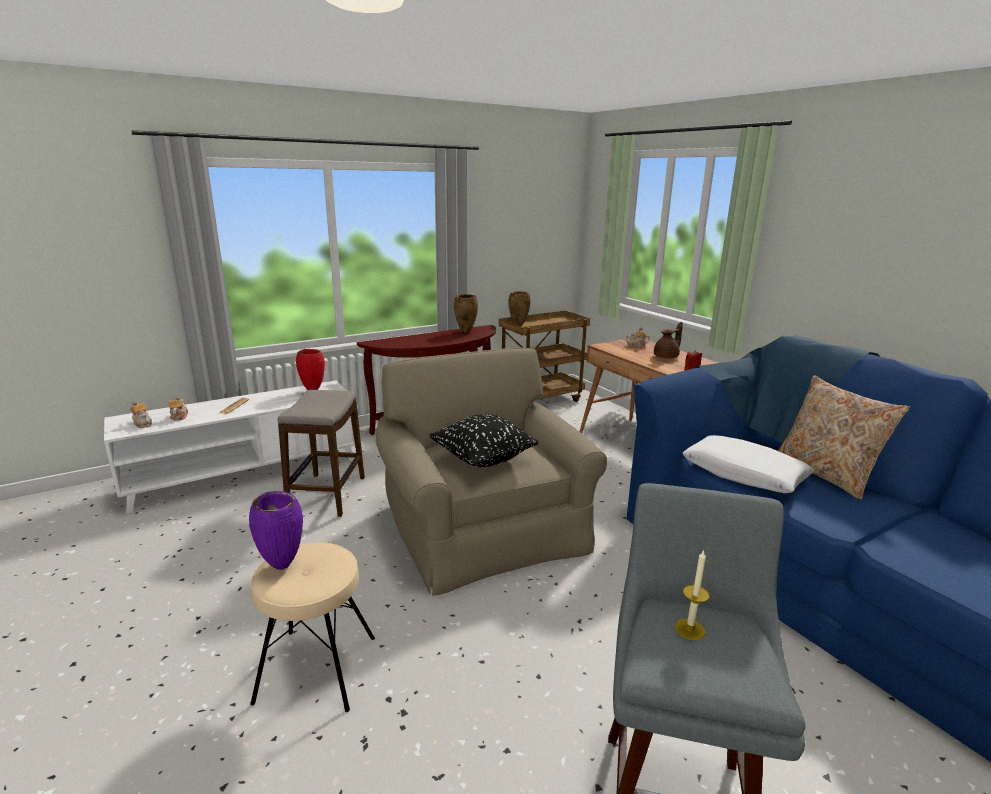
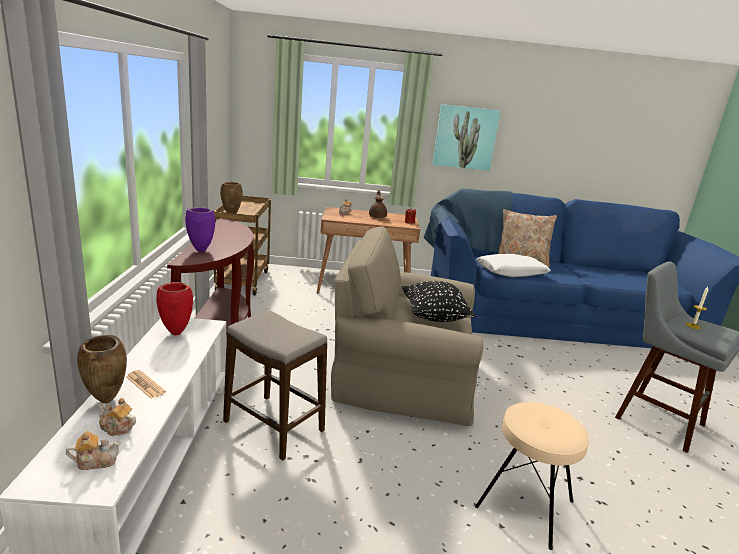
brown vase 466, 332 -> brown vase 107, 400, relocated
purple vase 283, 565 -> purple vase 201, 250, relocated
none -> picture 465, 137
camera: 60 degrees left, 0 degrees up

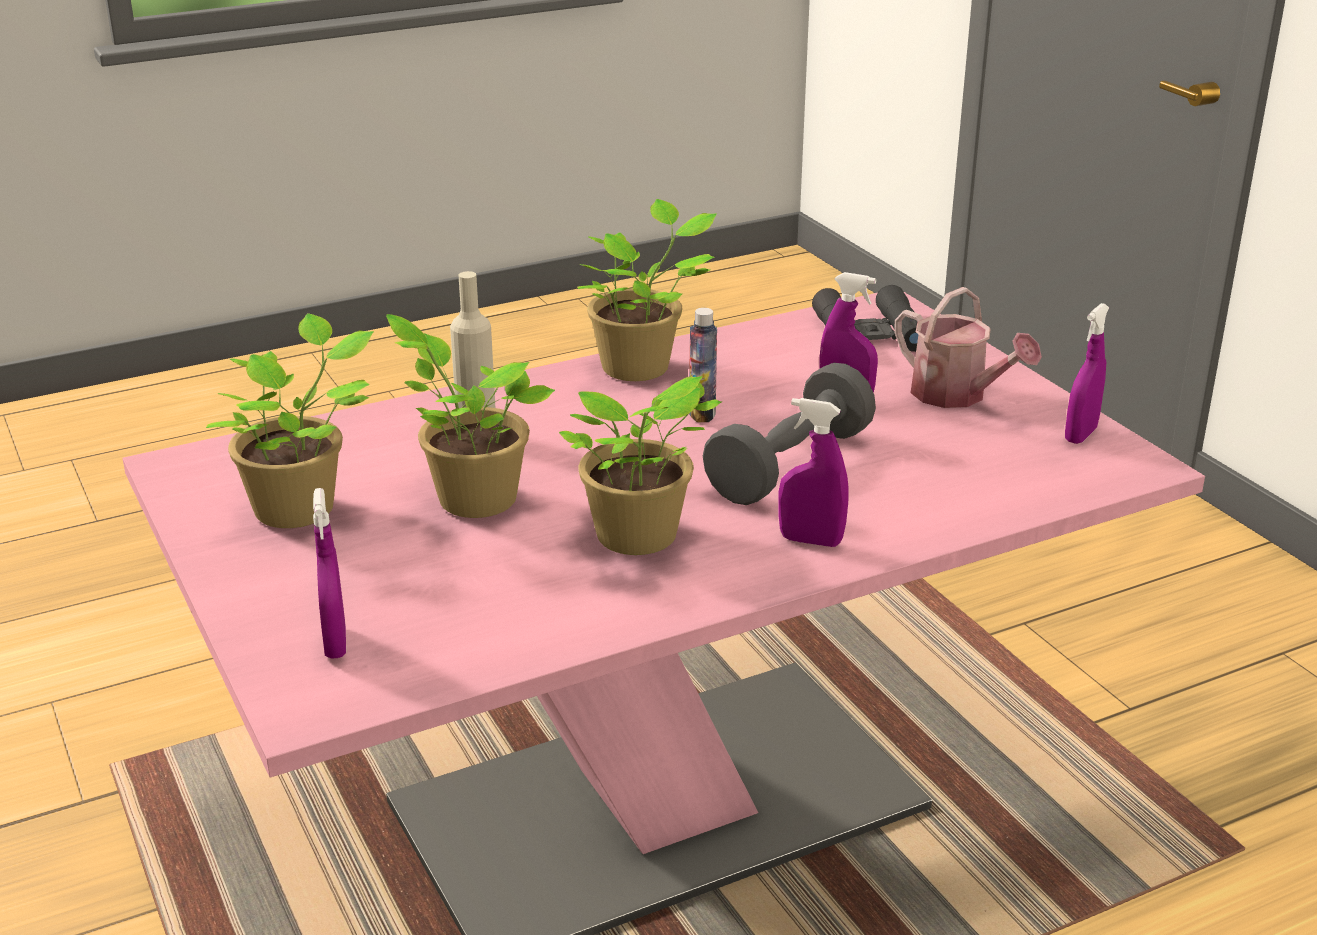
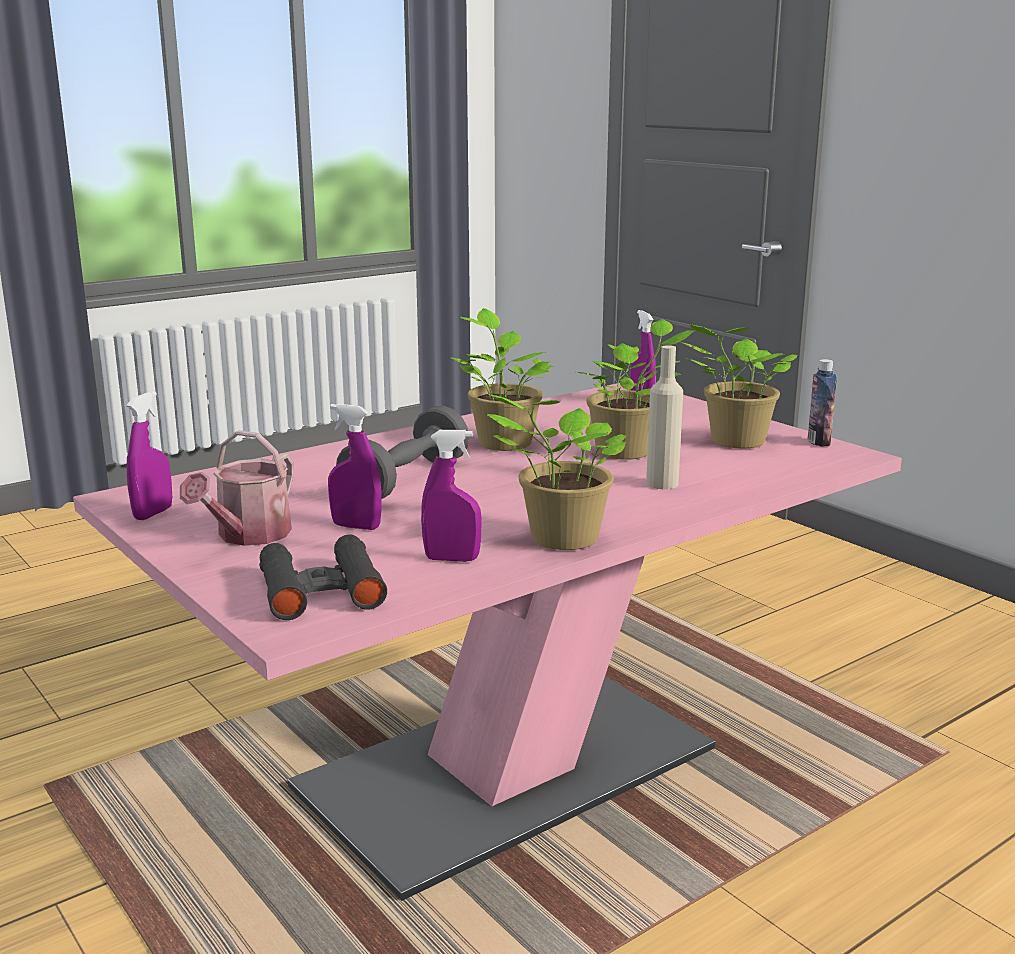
watering can 957, 395 -> watering can 248, 536, 105 degrees counterclockwise
bottle 702, 413 -> bottle 818, 442, relocated
purple spray bottle 810, 541 -> purple spray bottle 452, 559, relocated
camera: 170 degrees right, 10 degrees down

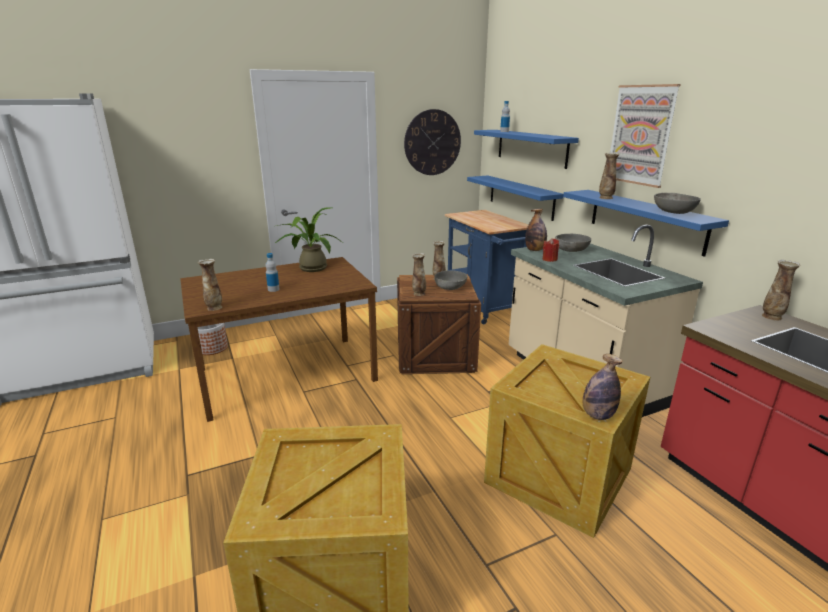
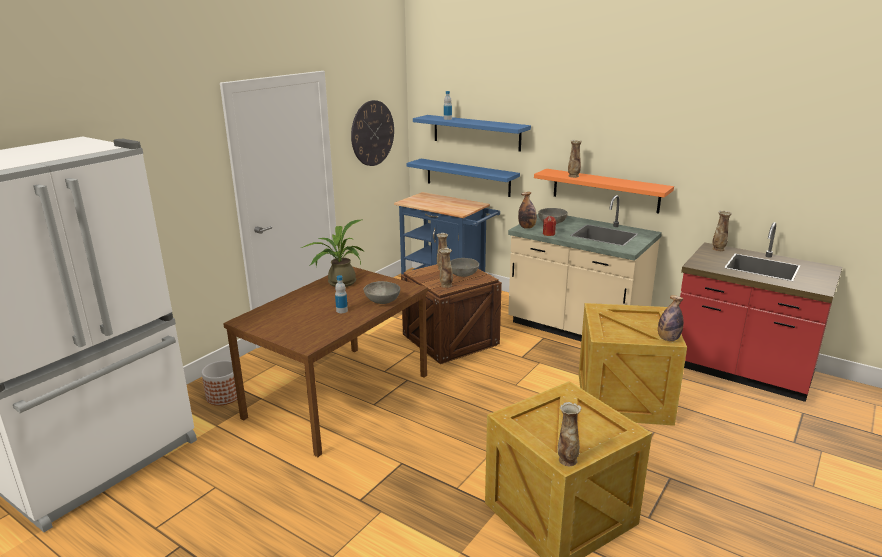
picture 640, 135 -> none
blue shelf 645, 220 -> orange shelf 605, 190
grey bowl 673, 212 -> grey bowl 382, 301, relocated
vase 214, 307 -> vase 567, 460, relocated
camera: 30 degrees left, 0 degrees up

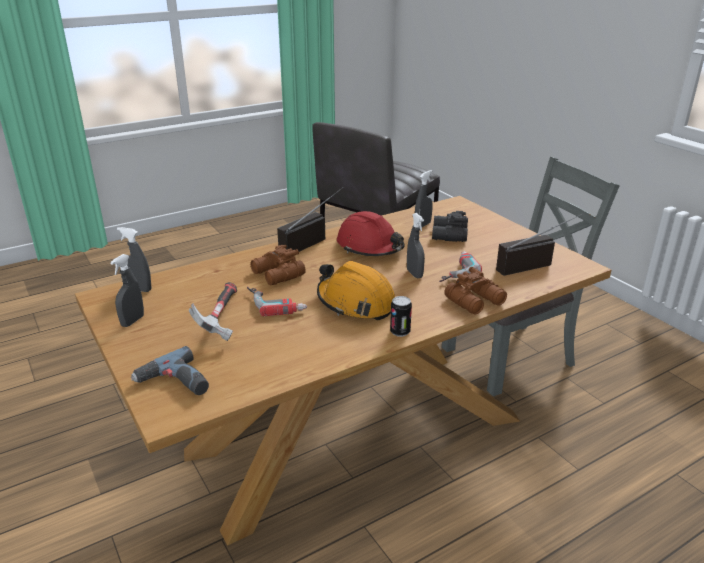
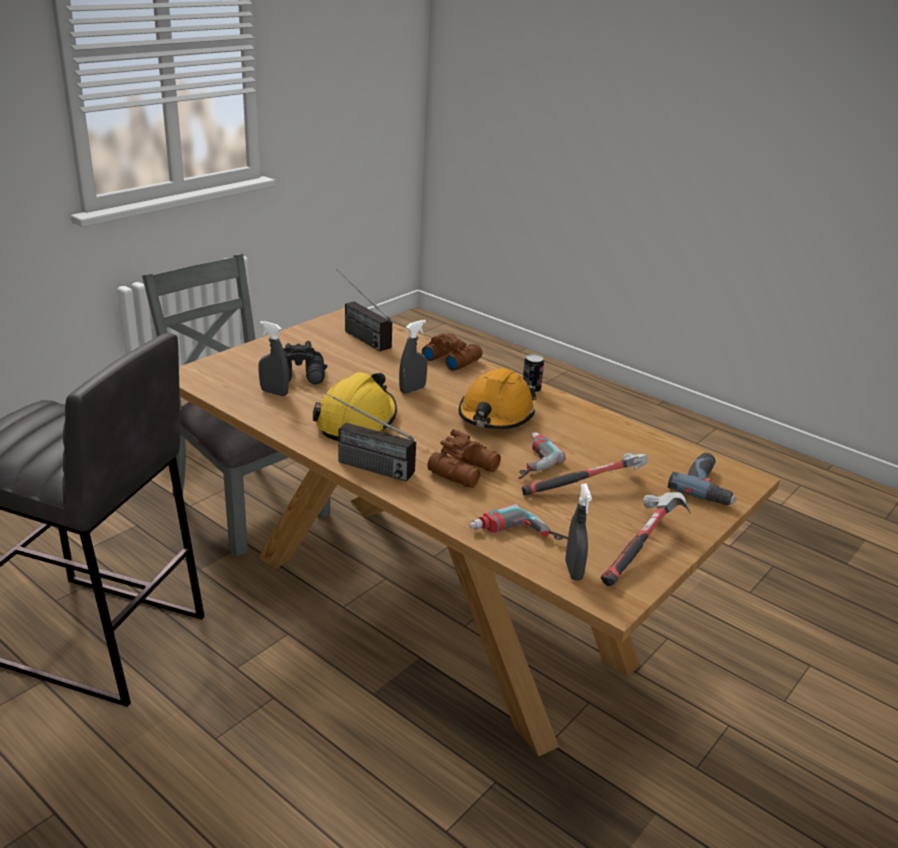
red hard hat 370, 247 -> yellow hard hat 356, 420
power drill 453, 270 -> power drill 517, 538, relocated
grey spray bottle 132, 321 -> hammer 641, 548
camera: 110 degrees left, 0 degrees up

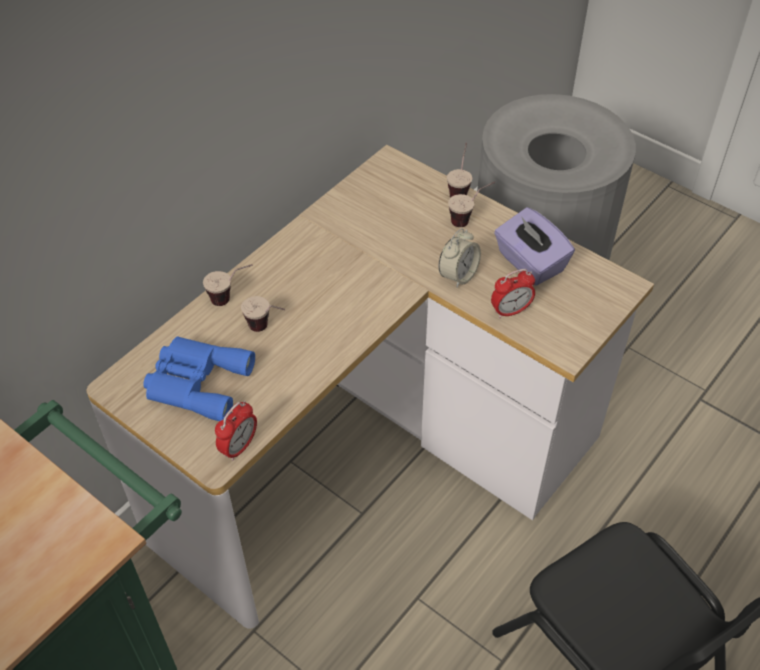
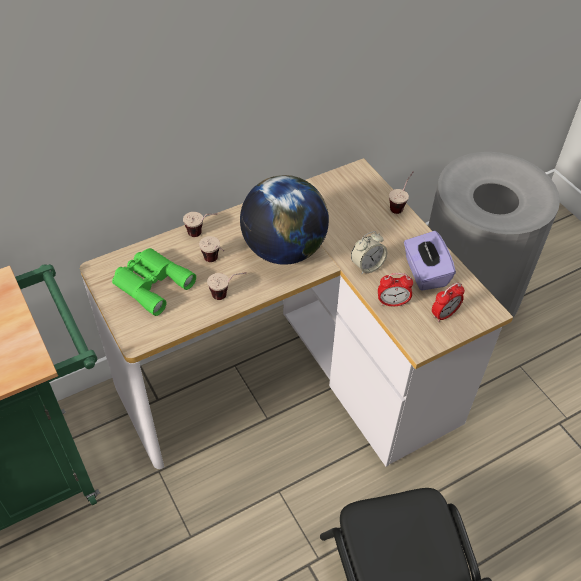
cup 469, 219 -> cup 228, 295, relocated
blue binoculars 196, 382 -> green binoculars 151, 283
alarm clock 239, 447 -> alarm clock 444, 314, relocated
none -> globe 284, 250
camera: 20 degrees right, 0 degrees up

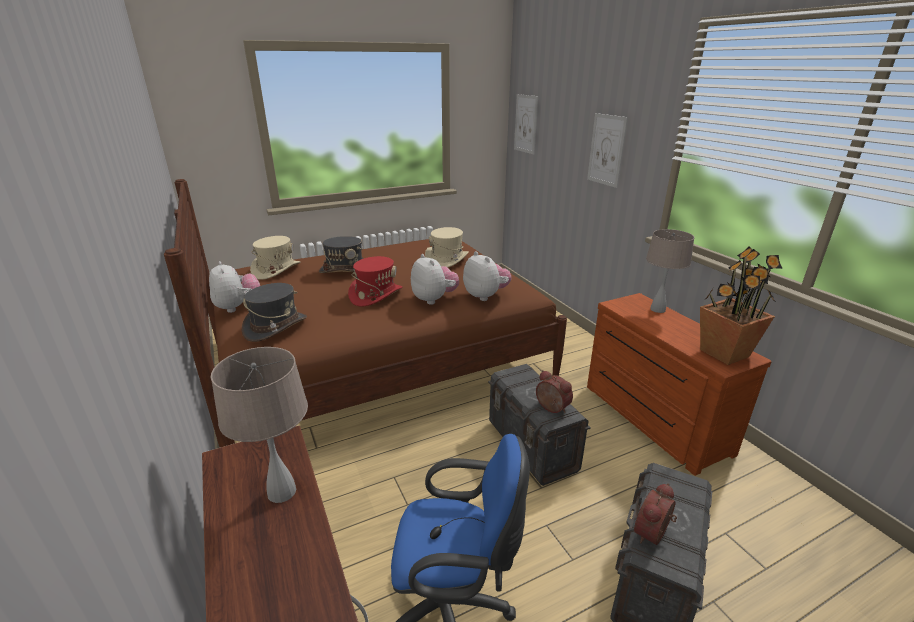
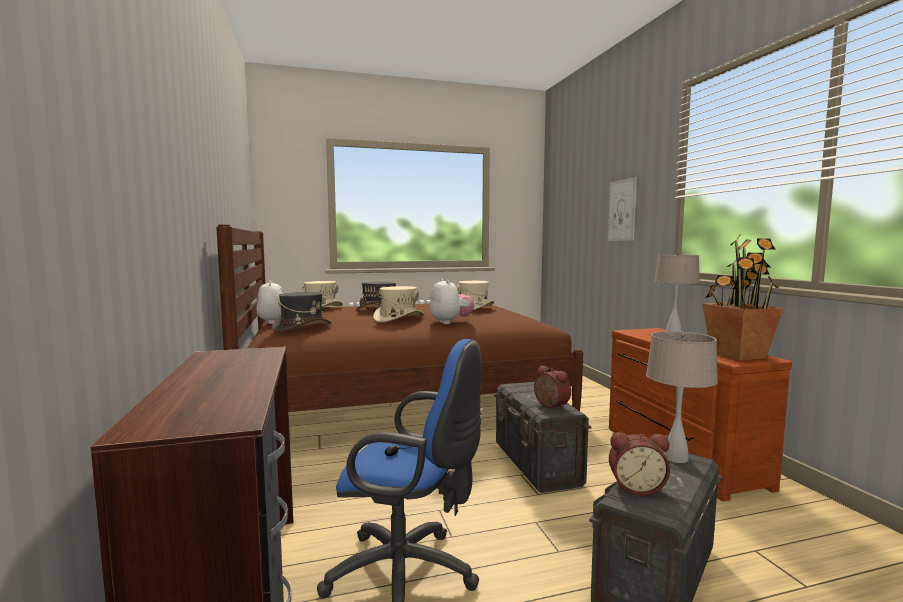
picture 526, 124 -> none
plush toy 486, 296 -> none
red hat 376, 295 -> beige hat 398, 318
beige table lamp 282, 491 -> beige table lamp 675, 457, relocated
alarm clock 653, 534 -> alarm clock 636, 487, 135 degrees counterclockwise
camera: 10 degrees right, 20 degrees down

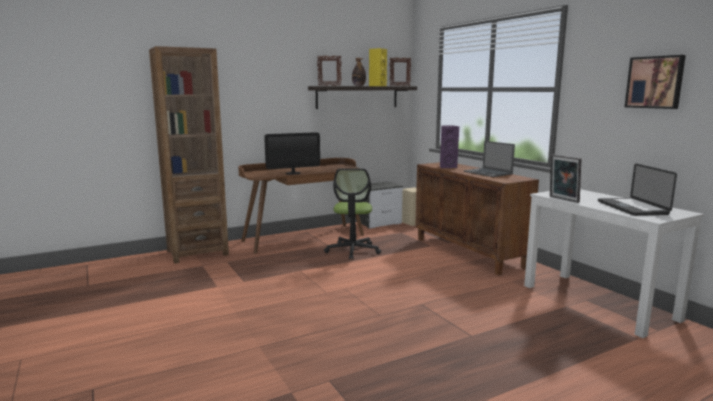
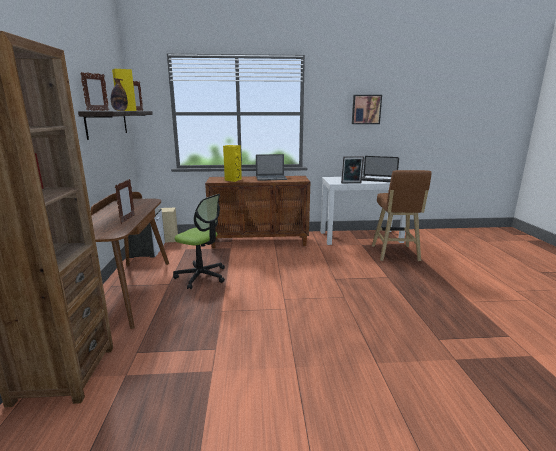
purple speaker 447, 167 -> yellow speaker 232, 180
monitor 293, 173 -> picture frame 127, 219
none -> brown stool 395, 254
camera: 65 degrees left, 5 degrees up

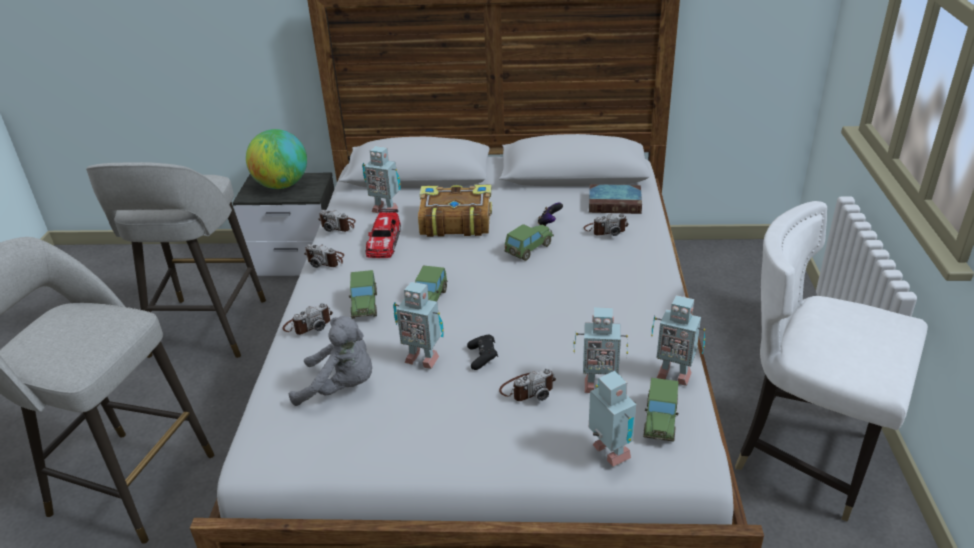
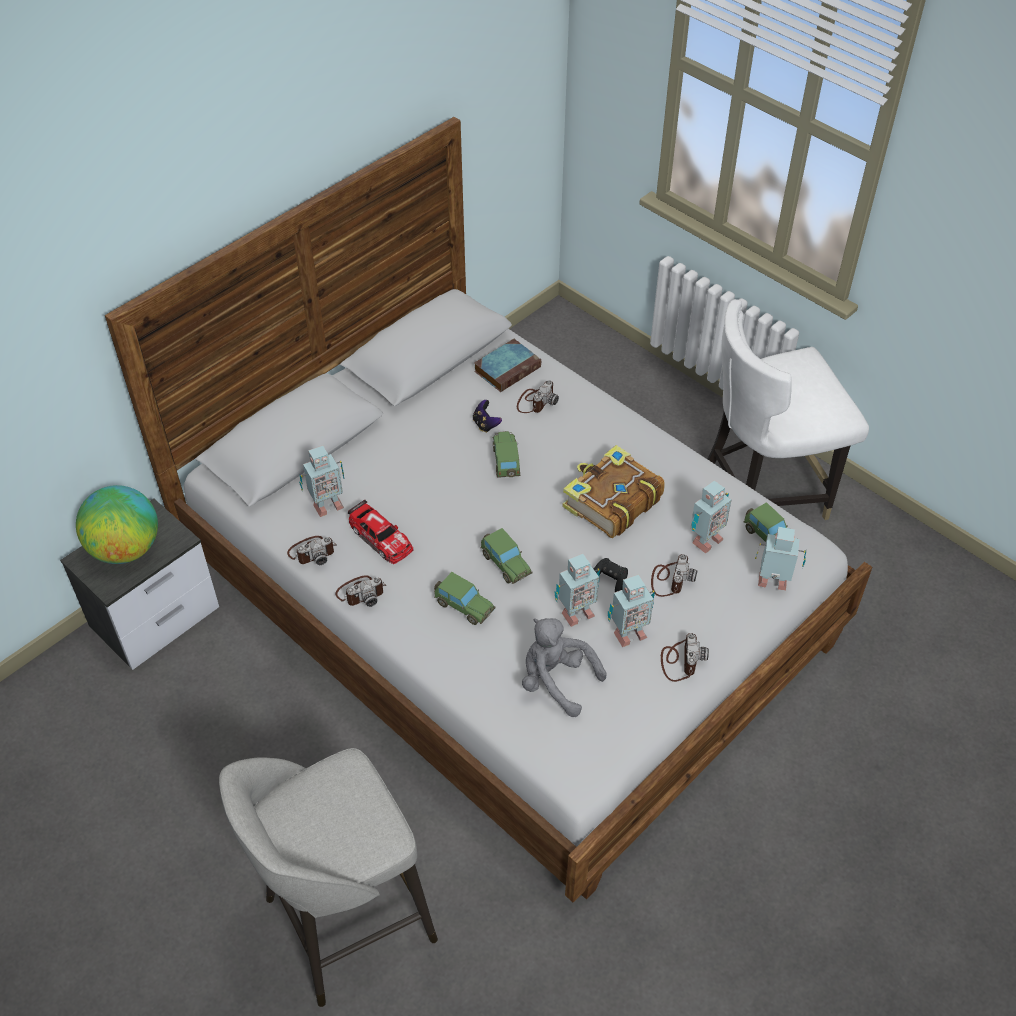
grey stool 207, 330 -> none
book 455, 221 -> book 611, 502, relocated
toy robot 673, 373 -> toy robot 628, 634, relocated
photo camera 308, 324 -> photo camera 680, 661, relocated
grey plush toy 341, 387 -> grey plush toy 556, 681, 105 degrees counterclockwise
camera: 50 degrees left, 15 degrees up

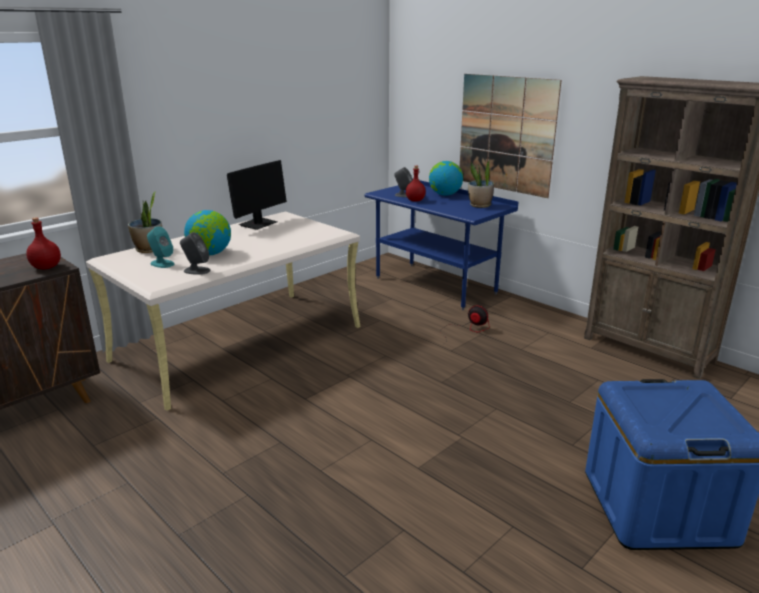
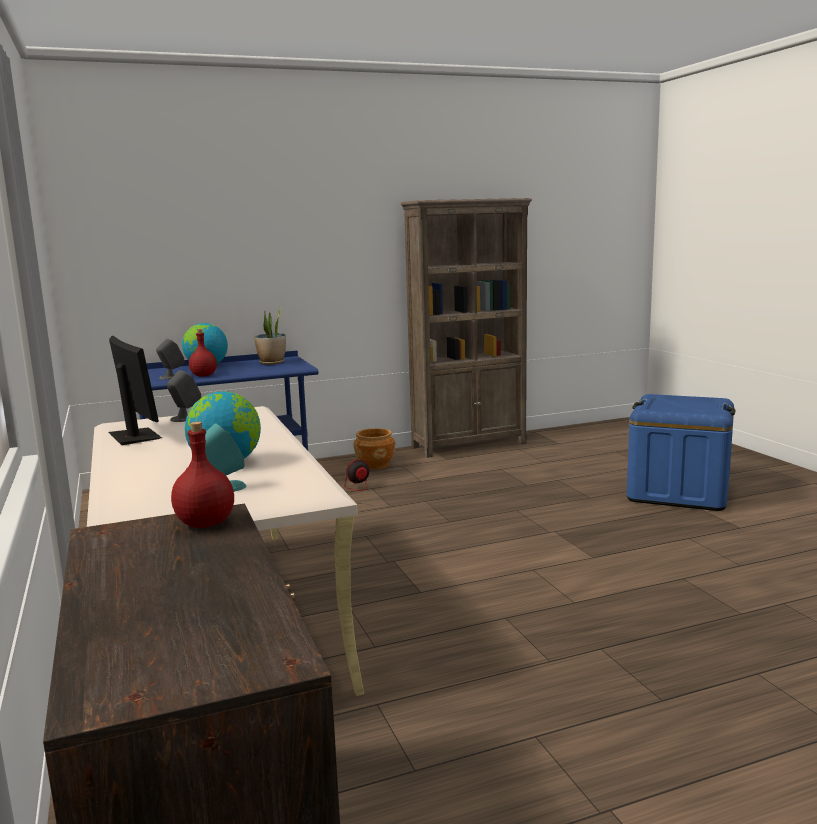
picture 506, 134 -> none
potted plant 149, 249 -> none
grey speaker 196, 270 -> grey speaker 186, 418, relocated
none -> brown planter 375, 465
camera: 65 degrees left, 10 degrees down

